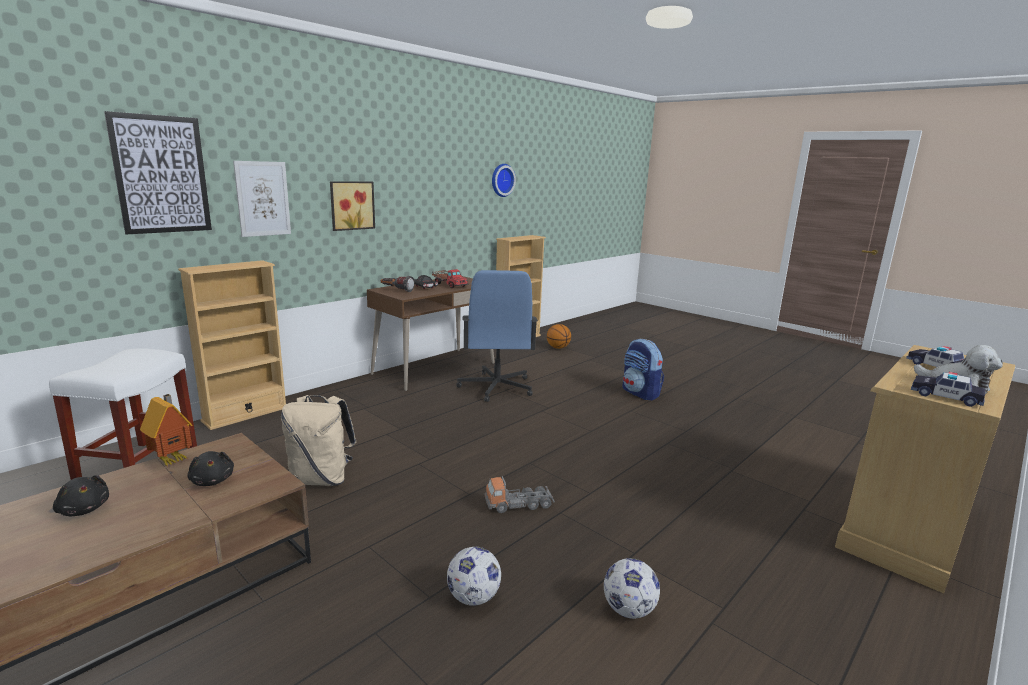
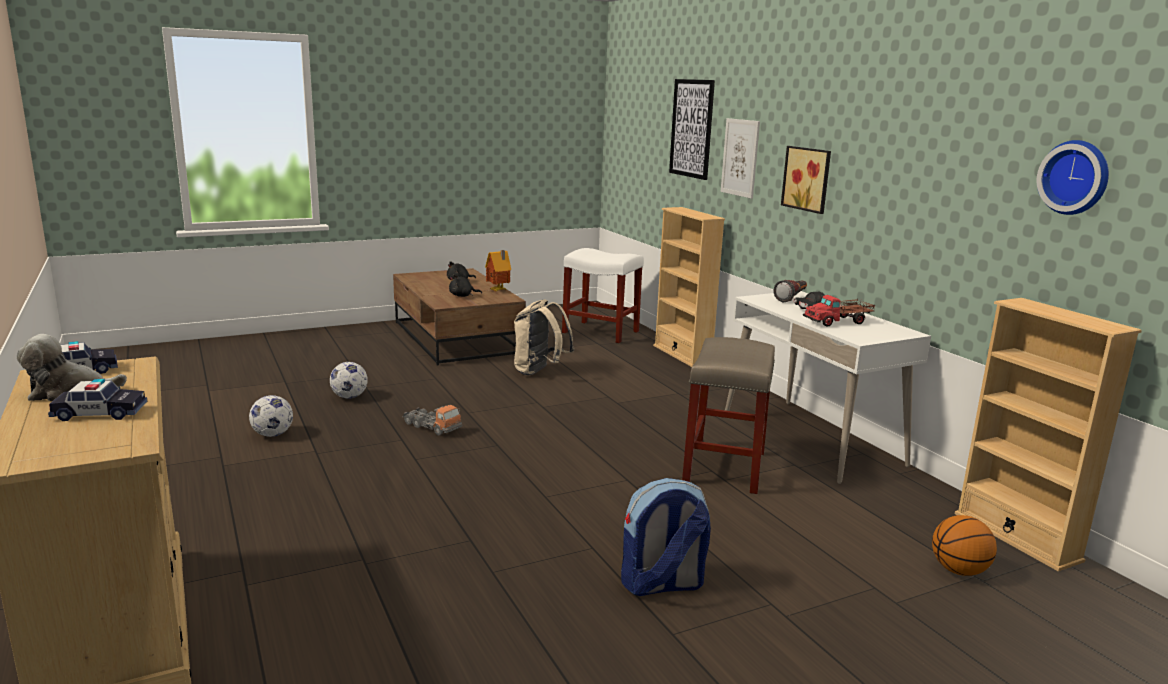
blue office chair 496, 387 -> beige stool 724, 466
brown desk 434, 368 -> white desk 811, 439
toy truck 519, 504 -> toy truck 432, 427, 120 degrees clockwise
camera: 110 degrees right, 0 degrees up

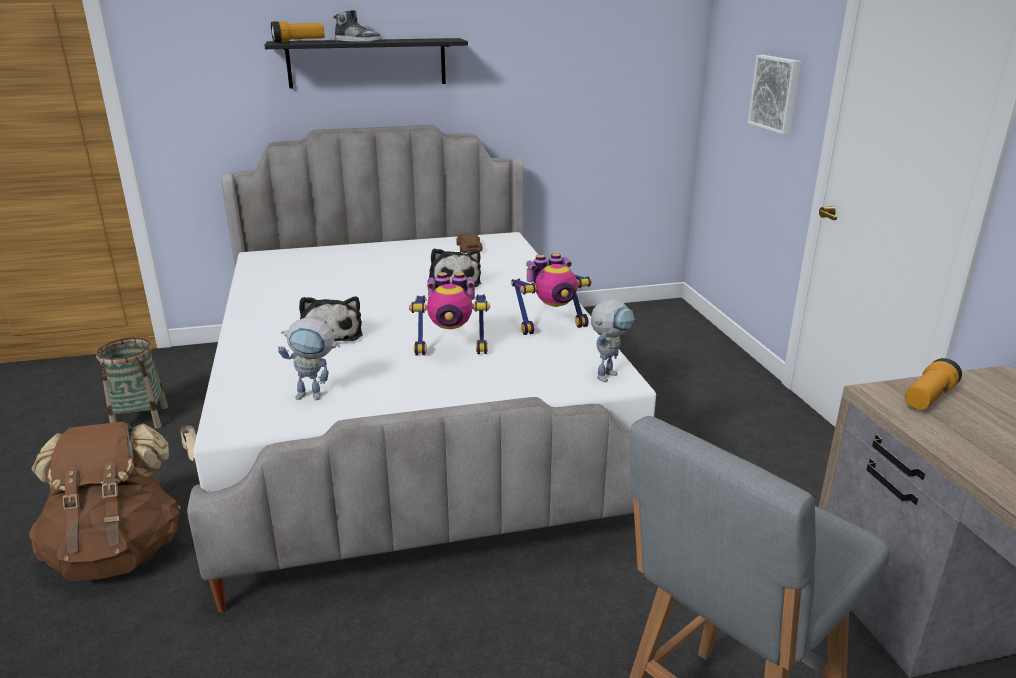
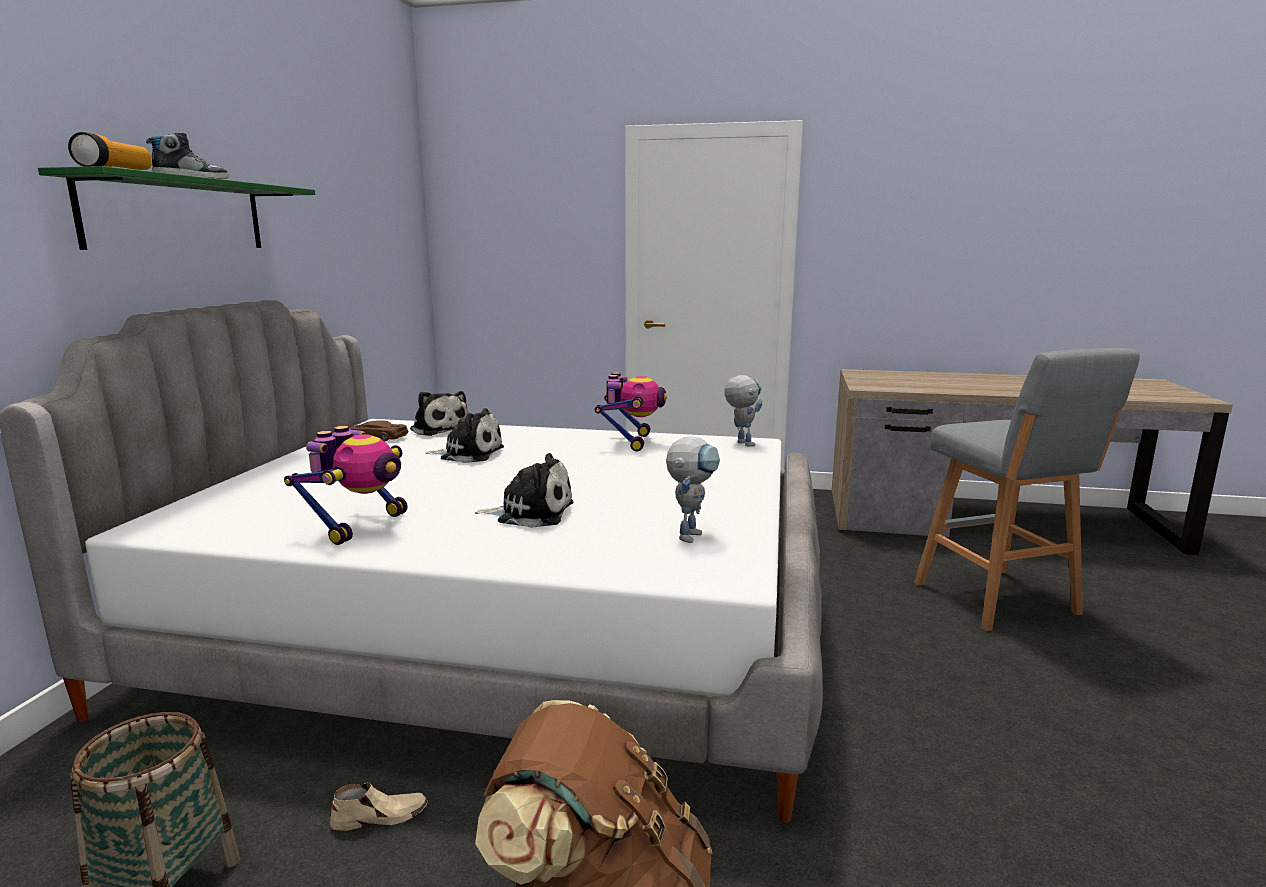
black shelf 367, 63 -> green shelf 177, 215
picture 776, 93 -> none
toy robot 452, 349 -> toy robot 360, 526, relocated
flashlight 928, 398 -> none
none -> plush toy 438, 429
camera: 65 degrees left, 10 degrees down

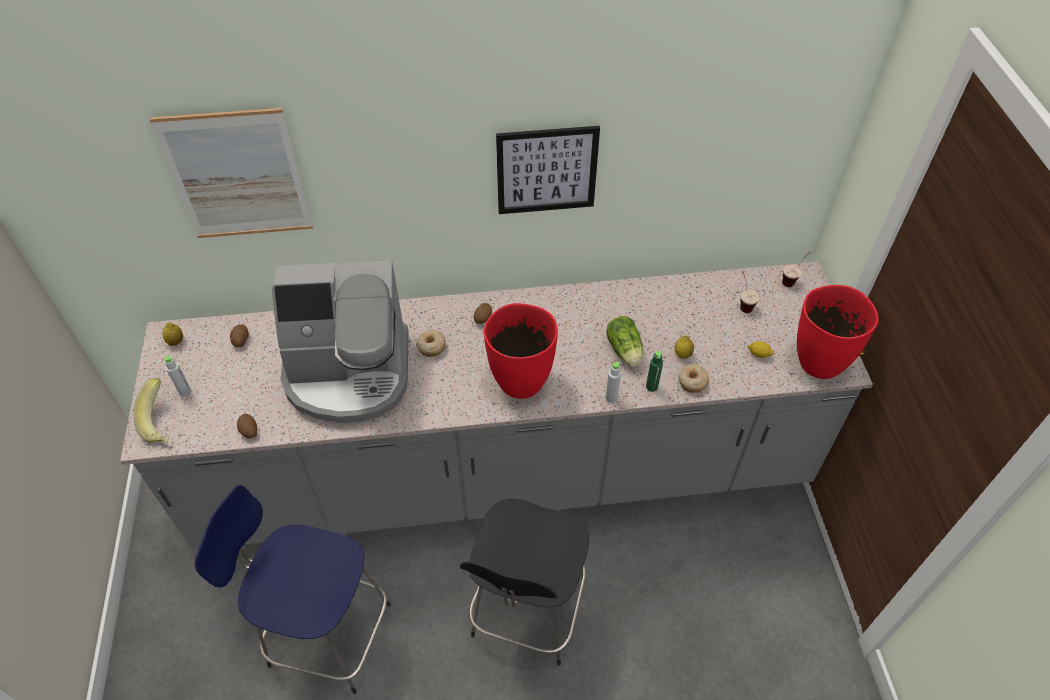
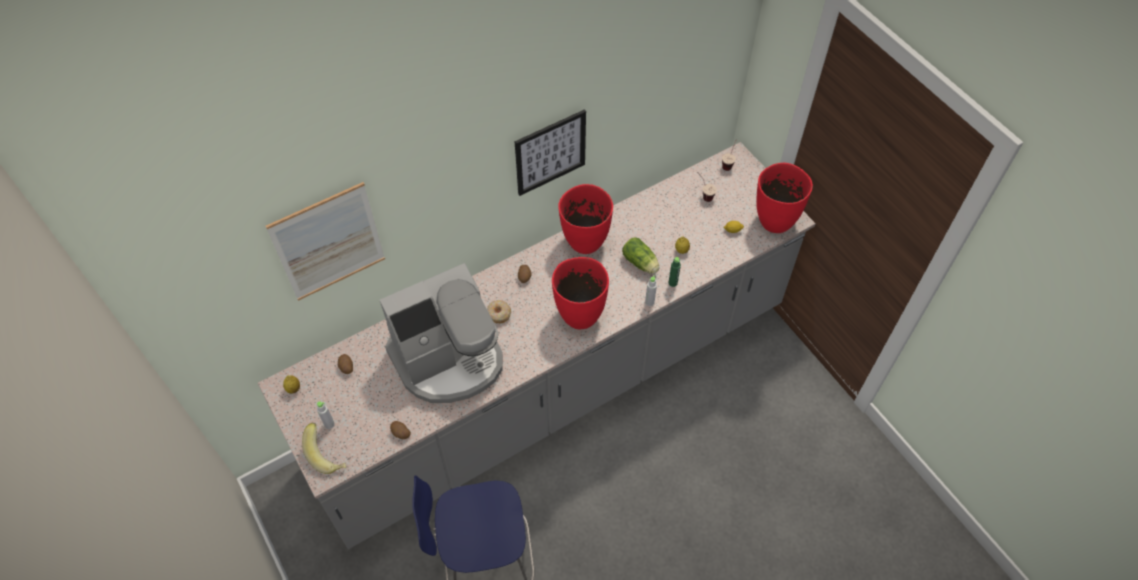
donut 692, 381 -> none
black stool 527, 612 -> none
none -> red vase 585, 243
camera: 25 degrees left, 5 degrees up

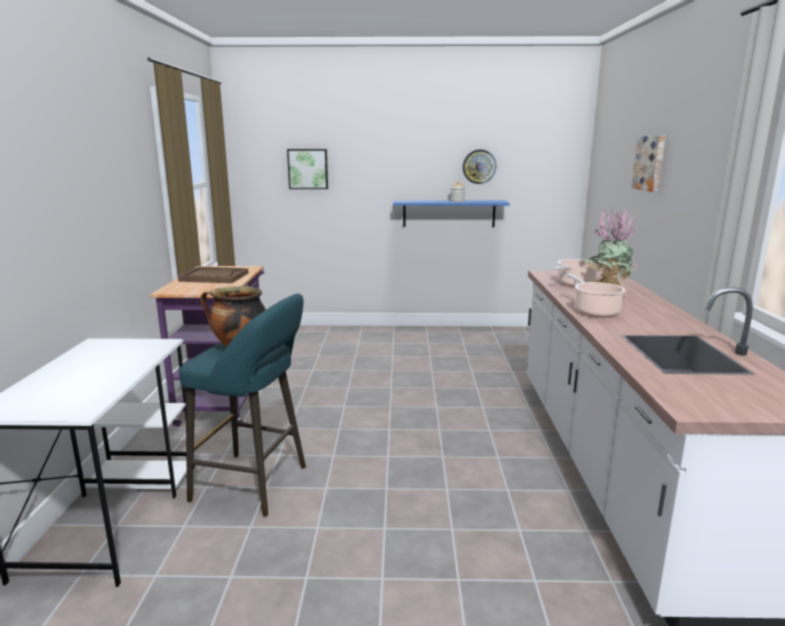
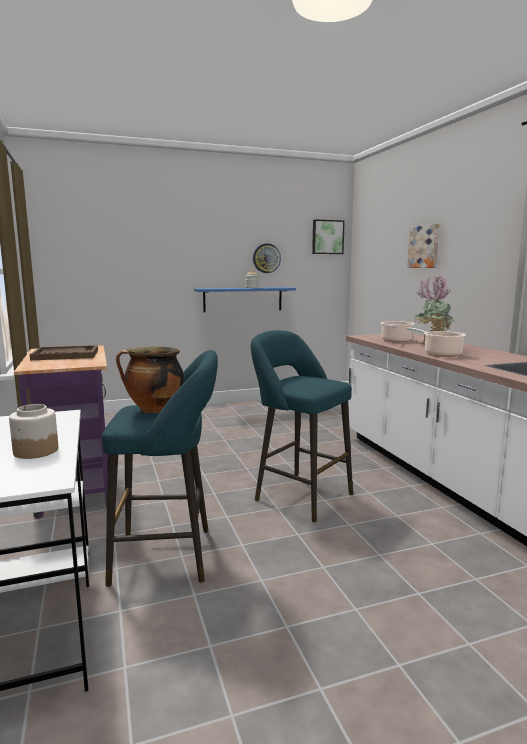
picture 308, 169 -> picture 327, 237, relocated
none -> turquoise stool 299, 495
none -> jar 35, 451
camera: 20 degrees left, 5 degrees down

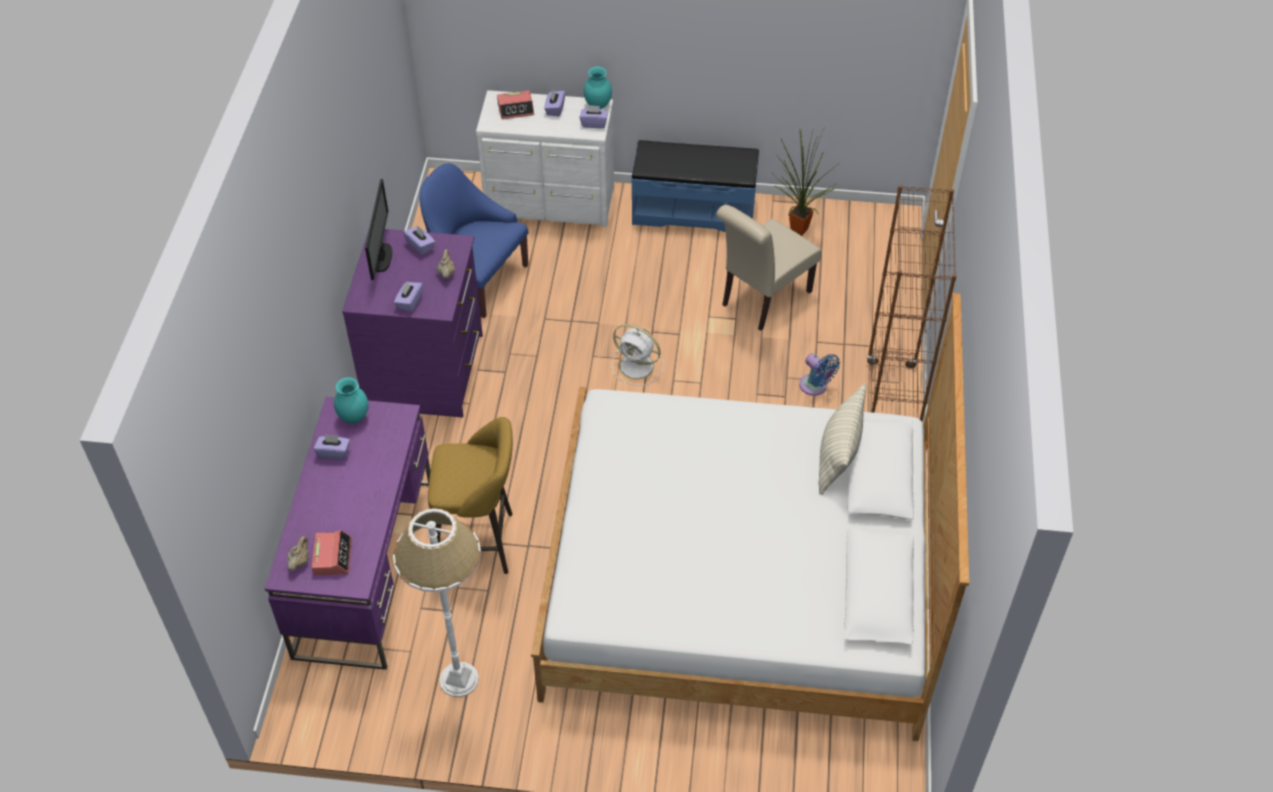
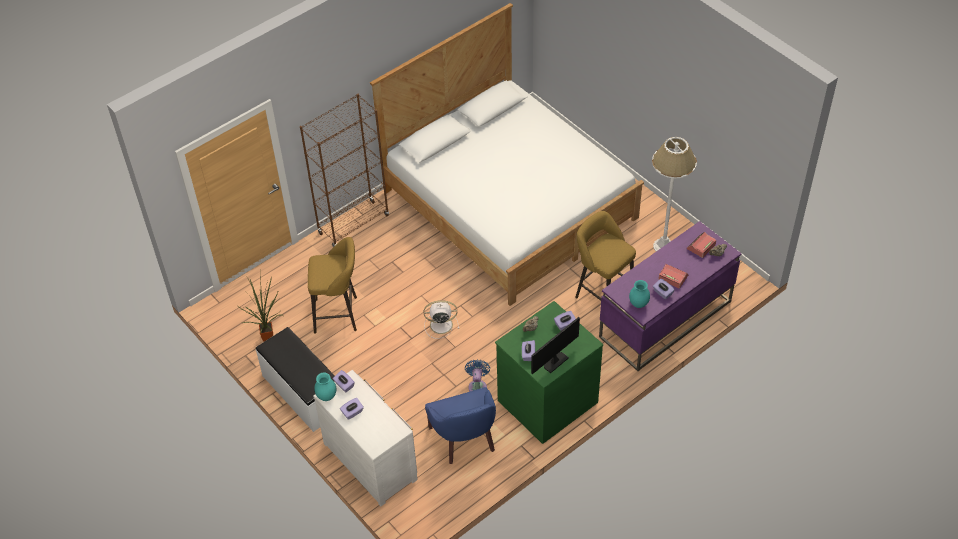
alarm clock 516, 109 -> alarm clock 672, 277, relocated
blue bench 693, 210 -> white bench 302, 393
beige chair 762, 300 -> yellow stool 339, 314
purple dresser 426, 371 -> green dresser 546, 400
white fan 638, 366 -> white fan 440, 325, 75 degrees counterclockwise
blue fan 815, 387 -> blue fan 477, 385, relocated
pillow 838, 455 -> none
camera: 135 degrees left, 0 degrees up

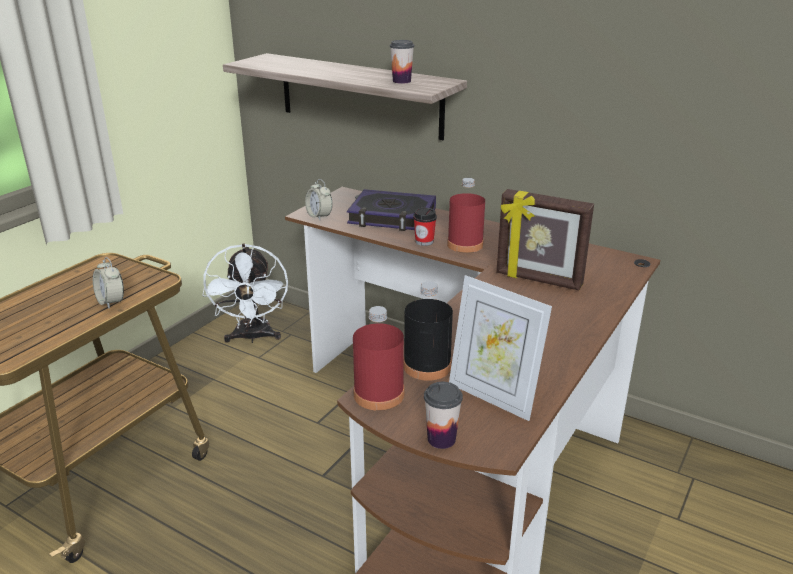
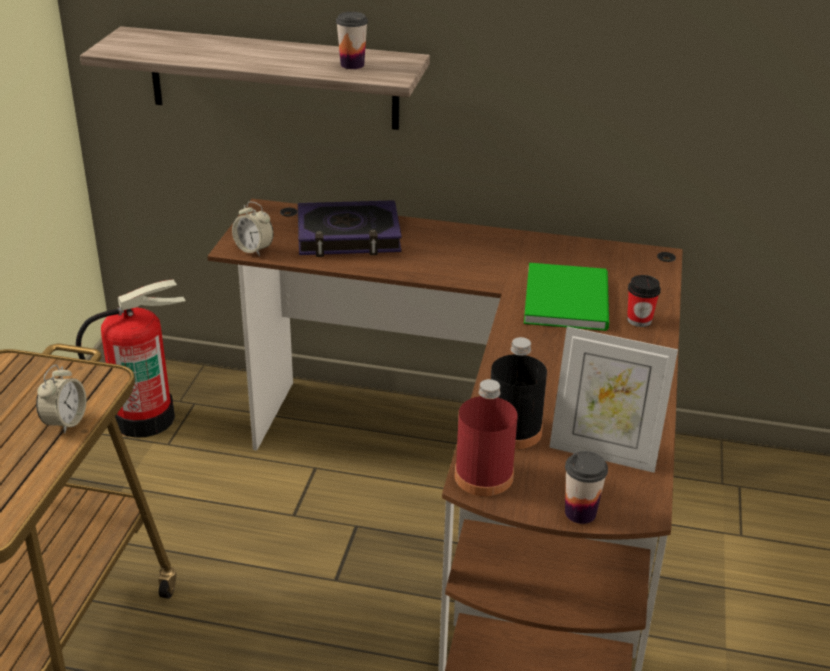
red bottle 465, 245 -> none
picture frame 538, 280 -> green book 569, 298
cup 424, 242 -> cup 639, 320, relocated
white fan 253, 337 -> fire extinguisher 144, 417
alarm clock 111, 302 -> alarm clock 65, 422, 105 degrees counterclockwise
camera: 20 degrees left, 5 degrees up

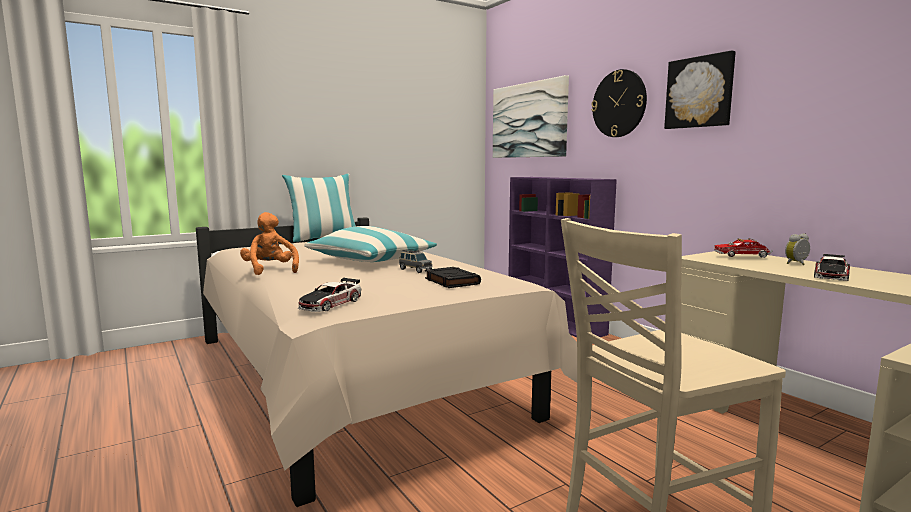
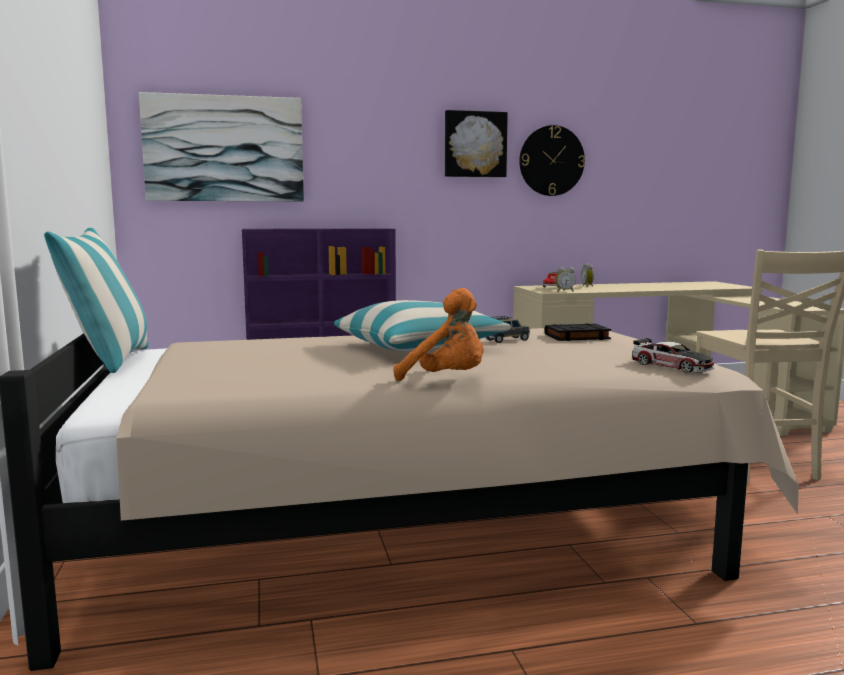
wall clock 619, 103 -> wall clock 551, 161, relocated
orange plush toy 270, 270 -> orange plush toy 447, 380, 135 degrees counterclockwise
toy car 831, 275 -> none
none -> alarm clock 564, 291
camera: 70 degrees left, 0 degrees up

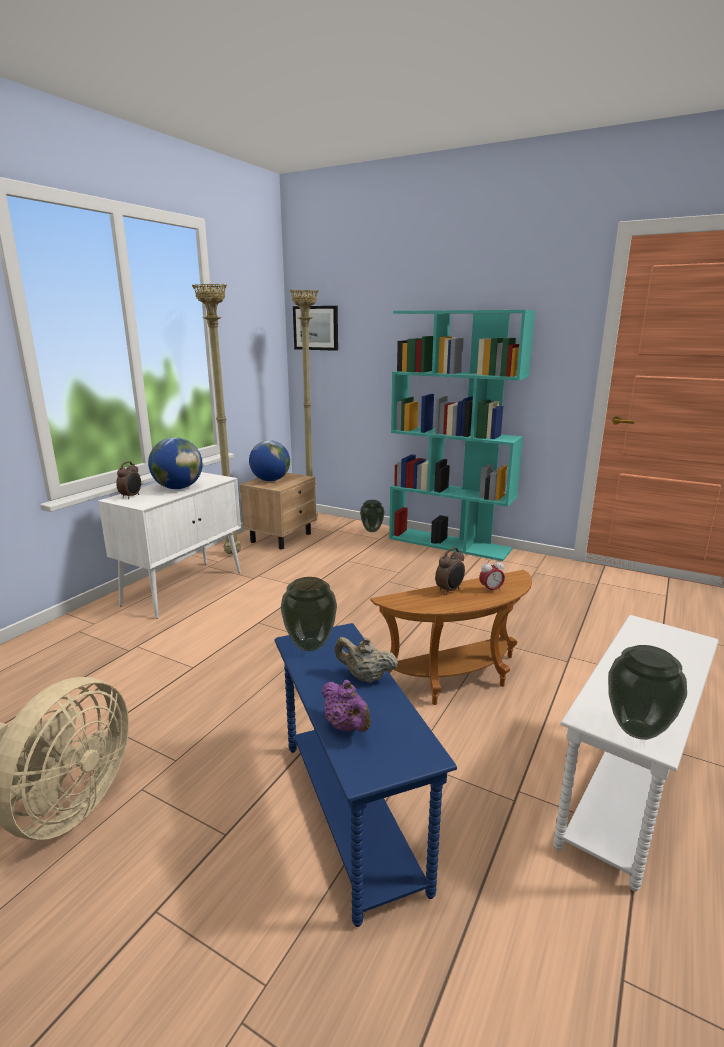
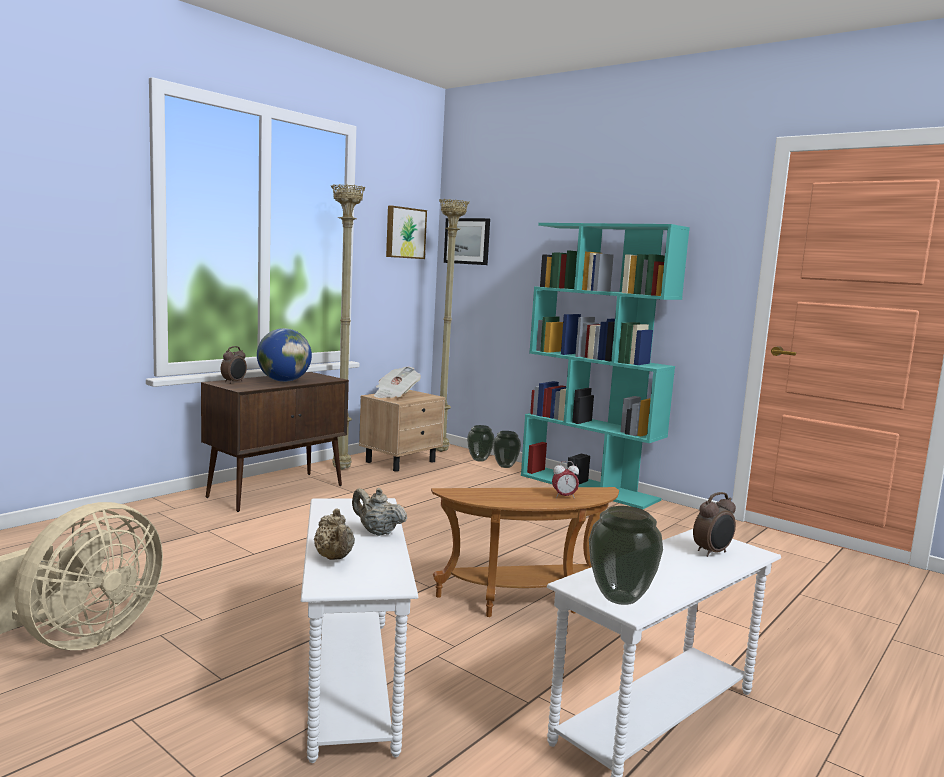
globe 270, 480 -> newspaper 395, 395
white cabinet 184, 587 -> brown cabinet 277, 491
alarm clock 450, 590 -> alarm clock 712, 552, relocated
vase 311, 645 -> vase 480, 460, relocated
blue side table 353, 813 -> white side table 353, 684
purple teapot 347, 726 -> beige teapot 334, 558
none -> picture 404, 233
camera: 10 degrees right, 10 degrees down

